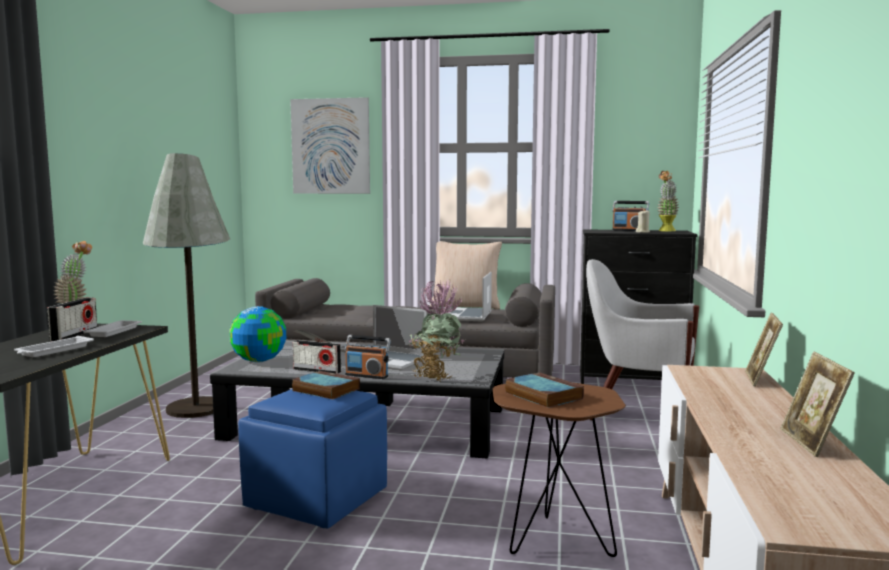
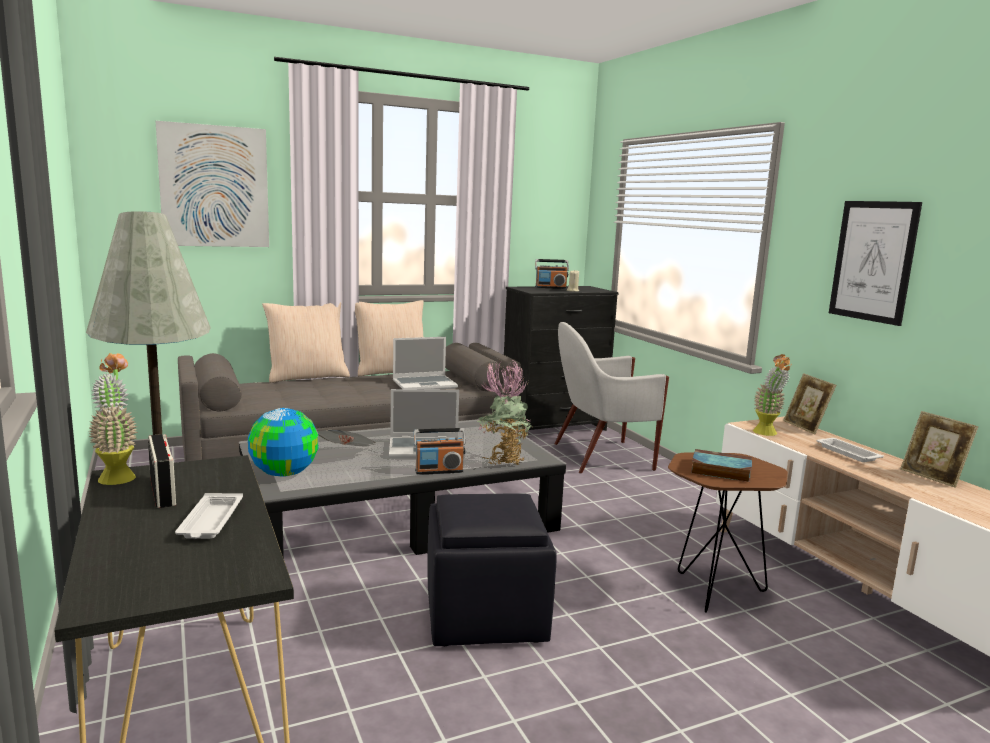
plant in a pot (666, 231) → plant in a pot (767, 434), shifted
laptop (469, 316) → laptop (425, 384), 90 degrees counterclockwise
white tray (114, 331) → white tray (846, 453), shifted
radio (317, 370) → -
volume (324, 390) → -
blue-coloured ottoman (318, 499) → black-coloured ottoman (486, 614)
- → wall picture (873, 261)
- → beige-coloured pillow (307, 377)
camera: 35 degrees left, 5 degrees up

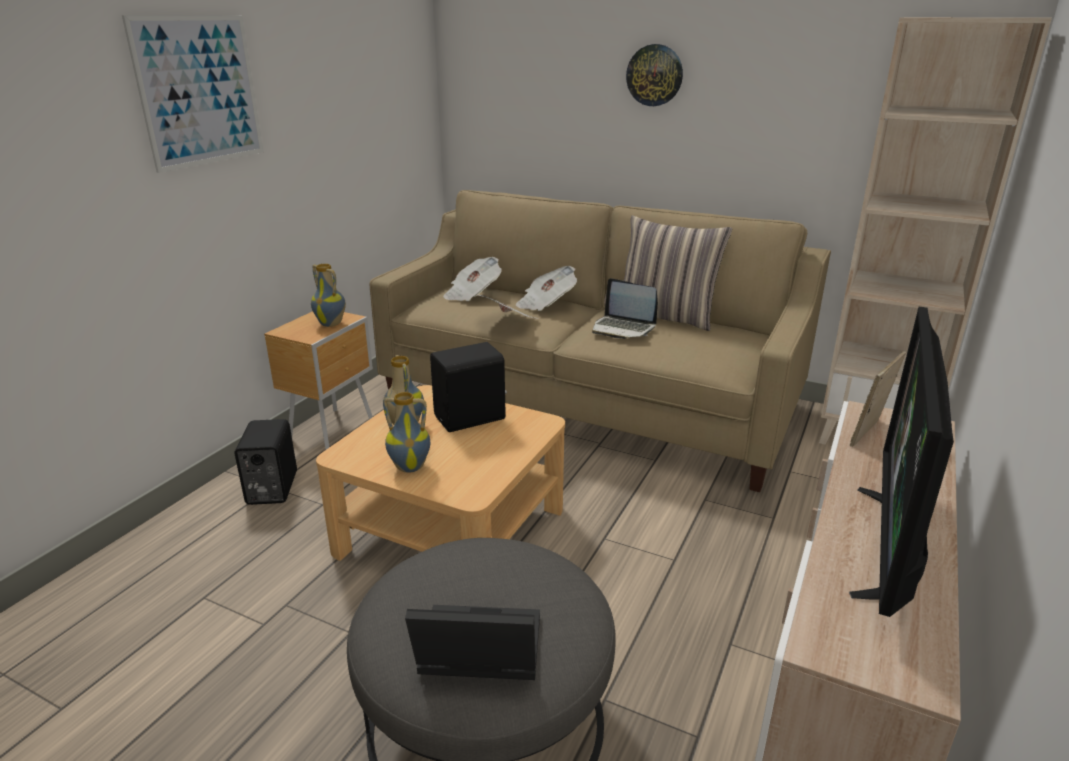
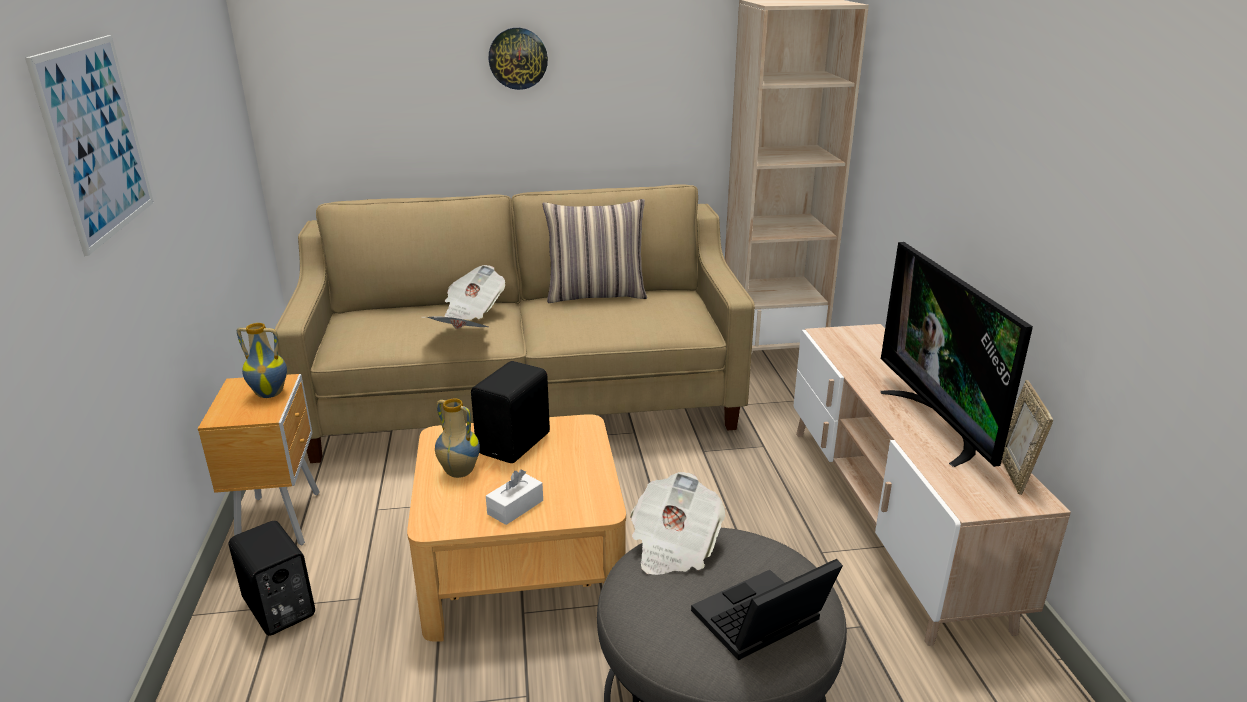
printed paper (472, 294) → printed paper (673, 546), shifted
laptop (623, 328) → -
photo frame (869, 434) → photo frame (1014, 472), shifted
flower vase (410, 466) → white box of tissues (515, 507)
camera: 35 degrees left, 0 degrees up

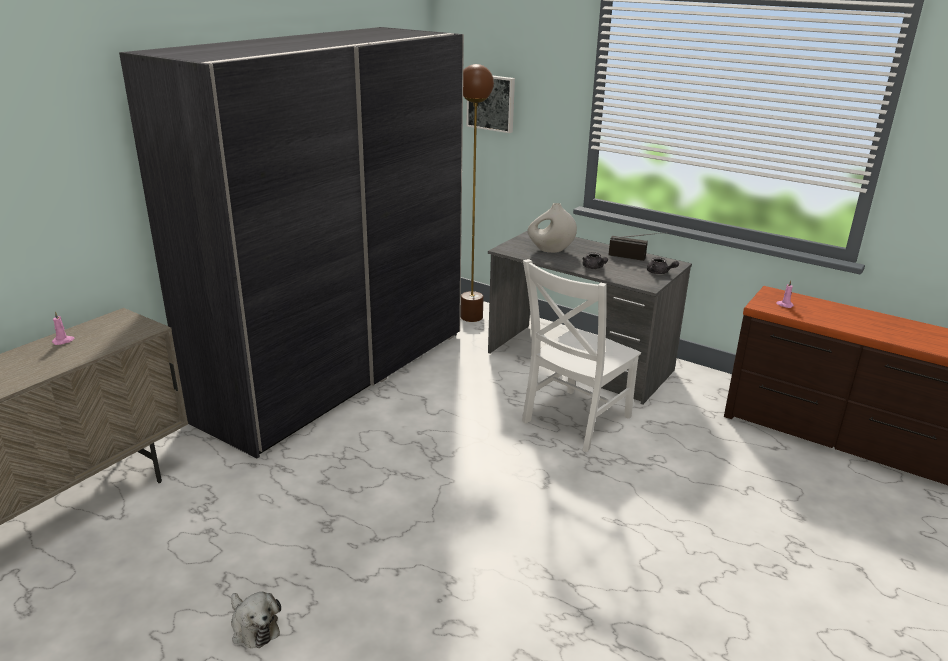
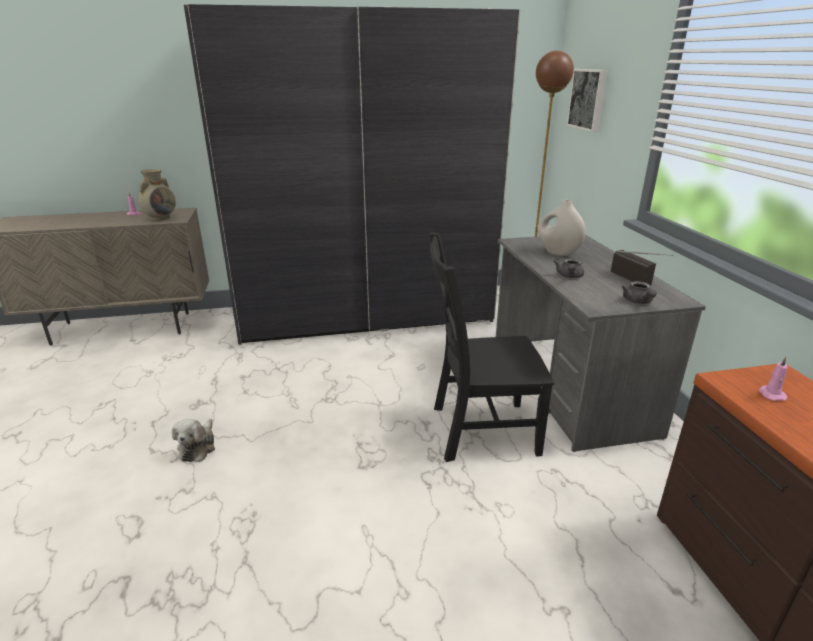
white upright chair (574, 421) → black-coloured upright chair (479, 430)
plush toy (253, 627) → plush toy (198, 447), shifted
- → beige-coloured flower vase (161, 218)
camera: 45 degrees right, 0 degrees up

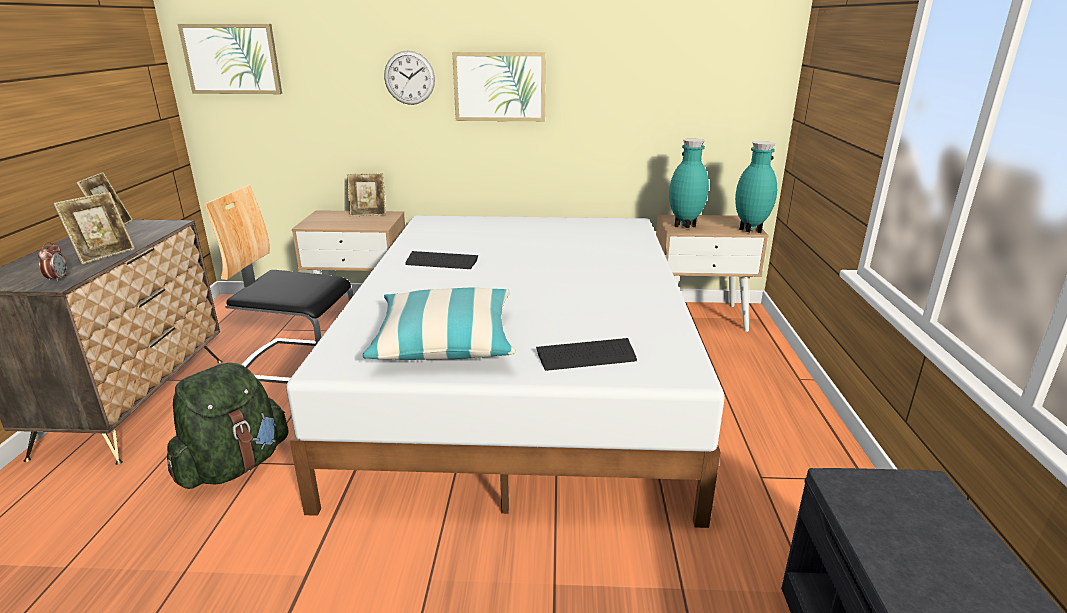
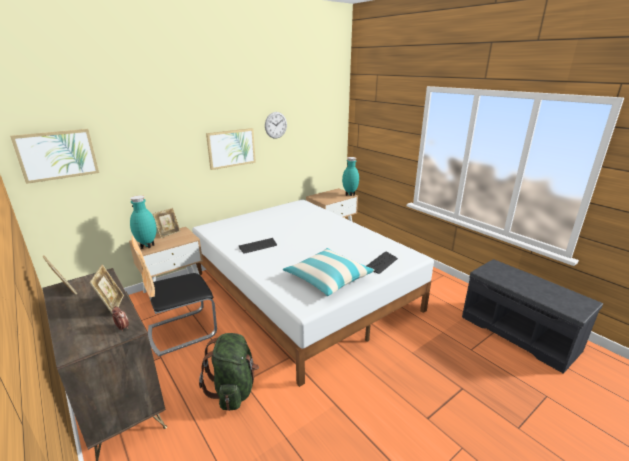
hanging clock (409, 78) → hanging clock (276, 125), shifted
blue-green flower vase (685, 227) → blue-green flower vase (147, 247), shifted
camera: 40 degrees left, 0 degrees up

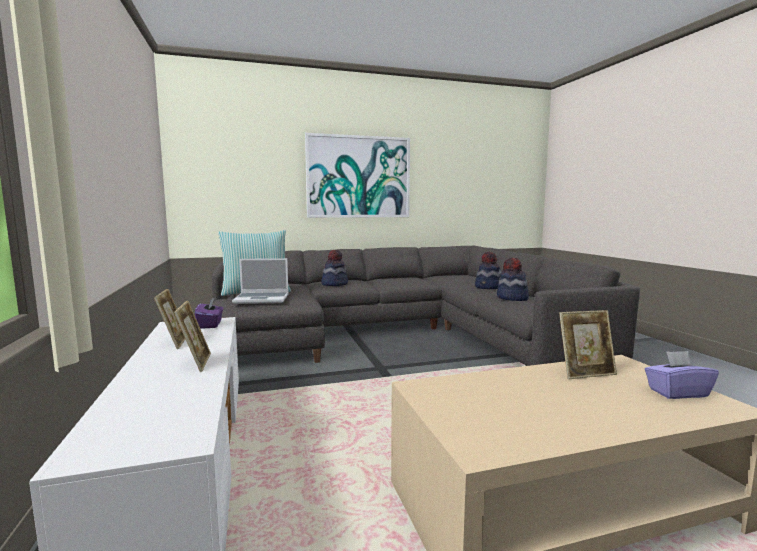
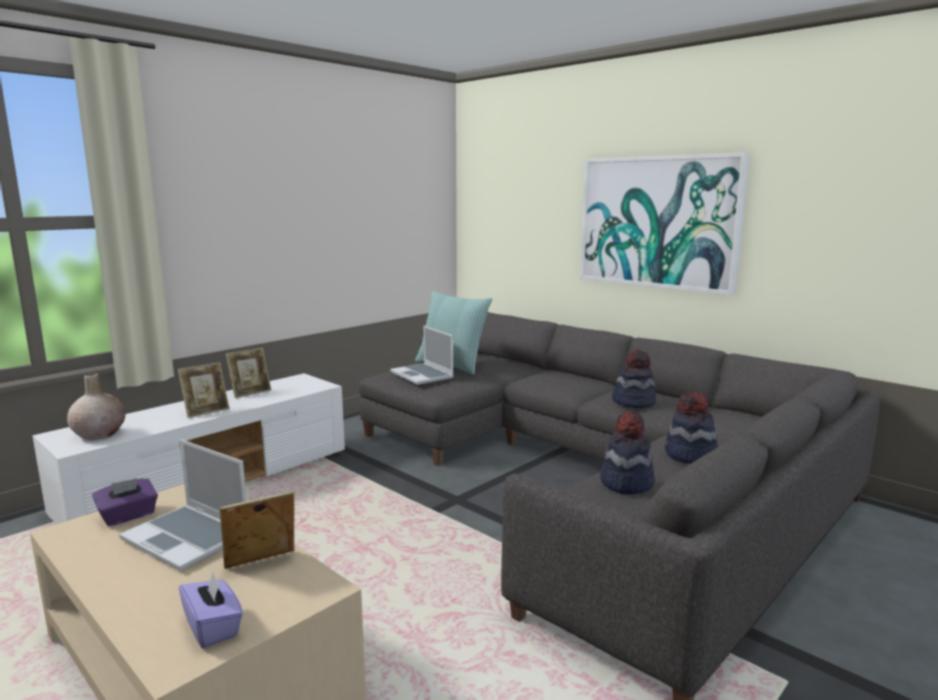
wearable hat (334, 284) → wearable hat (633, 402), shifted
purplish box of tissues (210, 325) → purplish box of tissues (128, 516), shifted
photo frame (585, 373) → photo frame (261, 565), 105 degrees clockwise
- → beige-coloured flower vase (99, 434)
- → laptop (188, 538)
camera: 60 degrees right, 5 degrees up

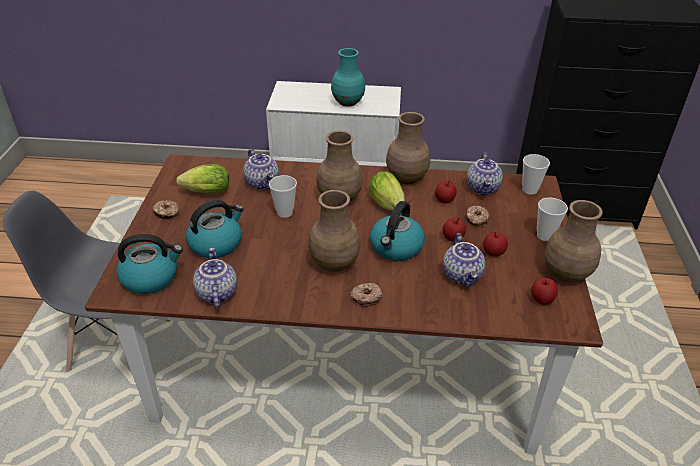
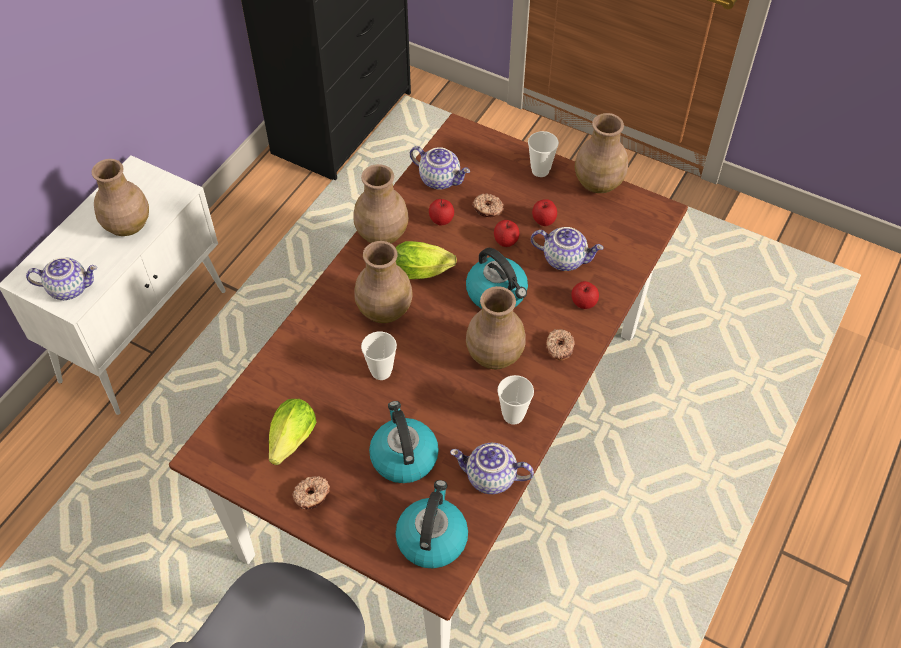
blue-green flower vase (347, 102) → brownish flower vase (127, 226)
tea pot (263, 183) → tea pot (70, 288), shifted
small cup (529, 190) → small cup (513, 415), shifted
apple fruit (542, 299) → apple fruit (583, 302), shifted
camera: 65 degrees left, 15 degrees up

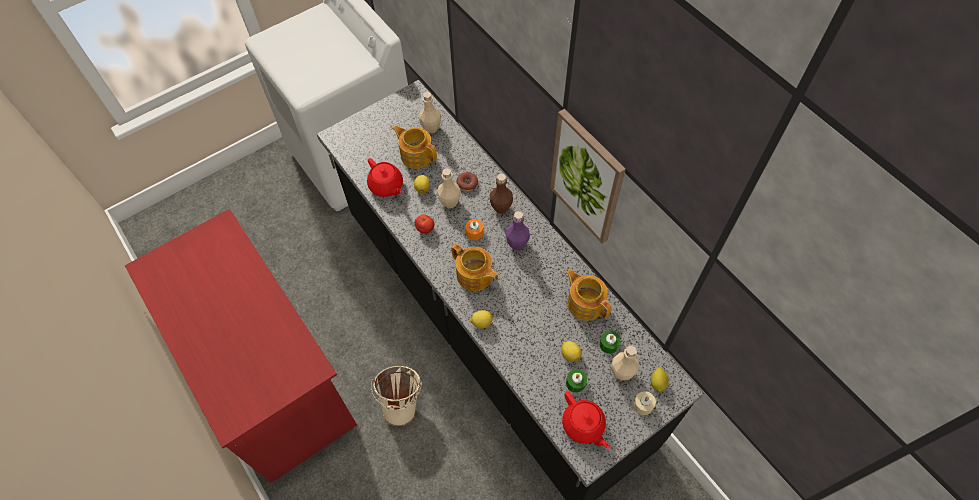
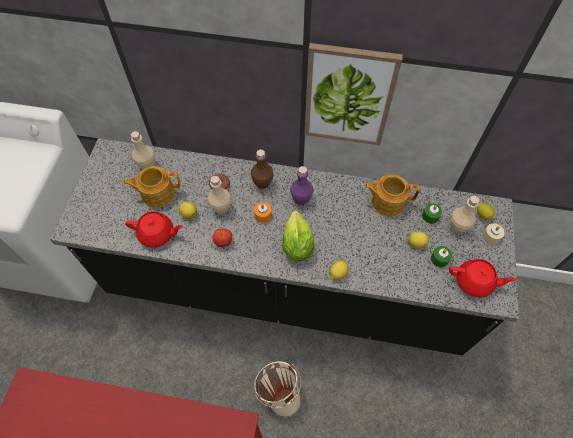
tea pot (475, 276) → lettuce head (297, 245)
camera: 45 degrees left, 0 degrees up

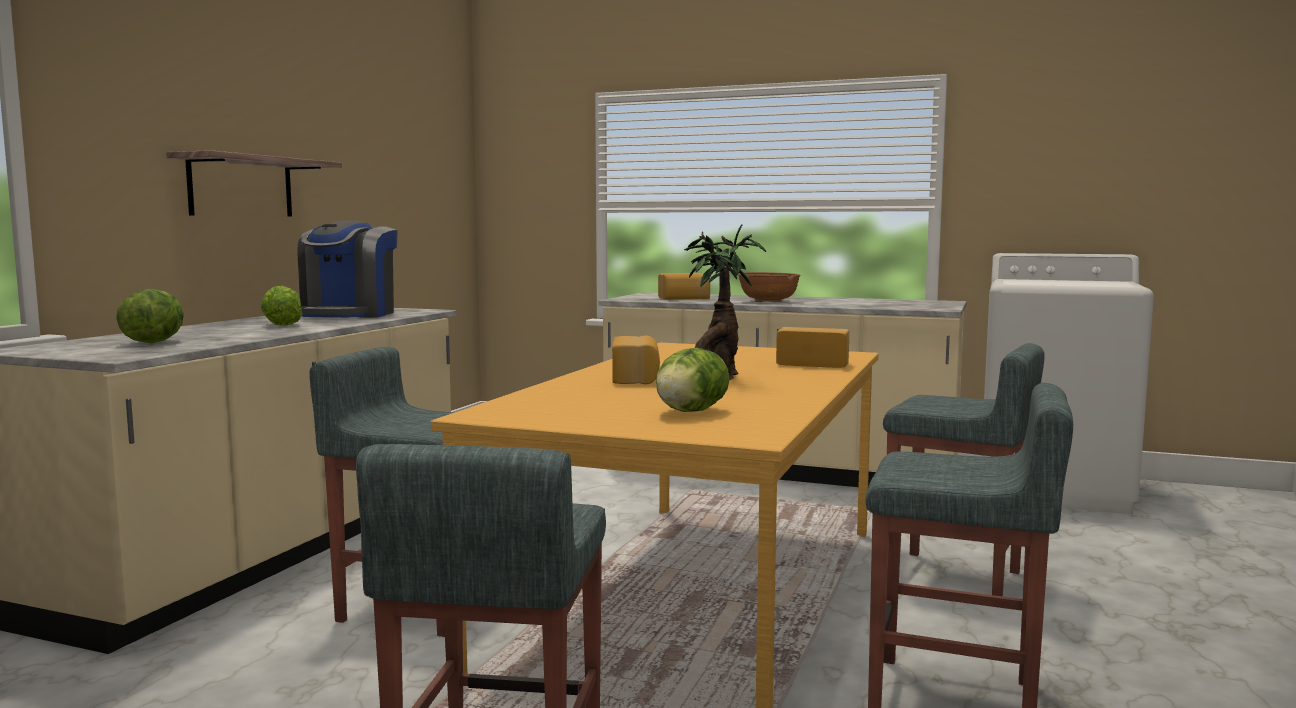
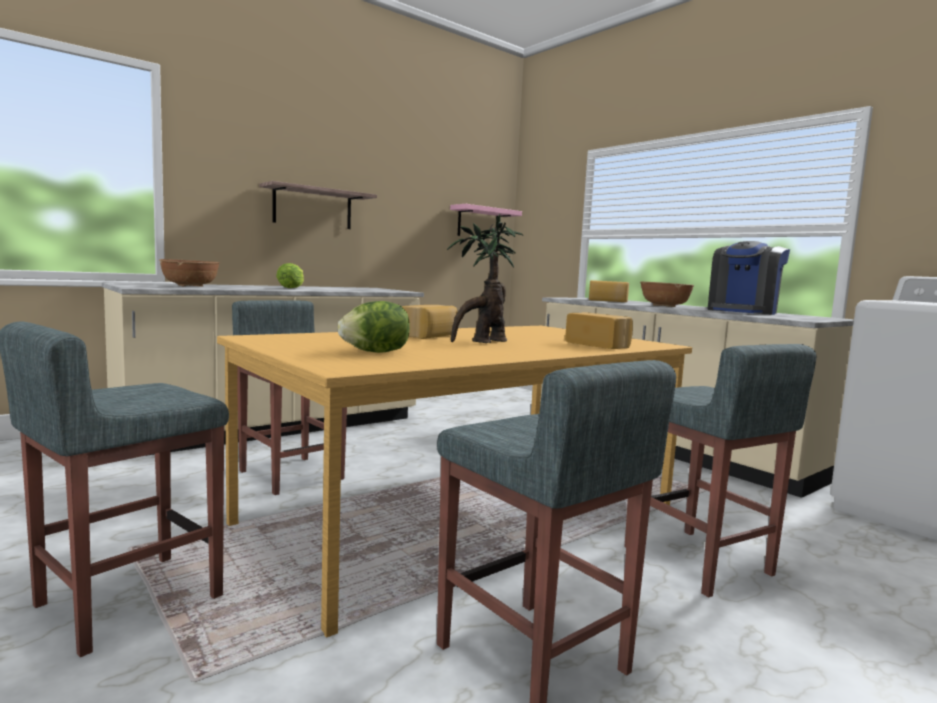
coffee brewer (349, 314) → coffee brewer (743, 311), shifted
lettuce head (154, 342) → brownish deep dish (190, 286)
- → pinkish shelf (478, 223)
camera: 30 degrees right, 0 degrees up

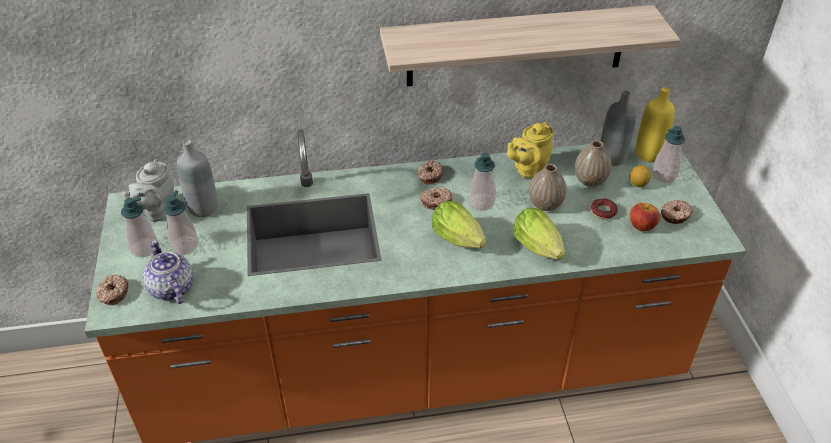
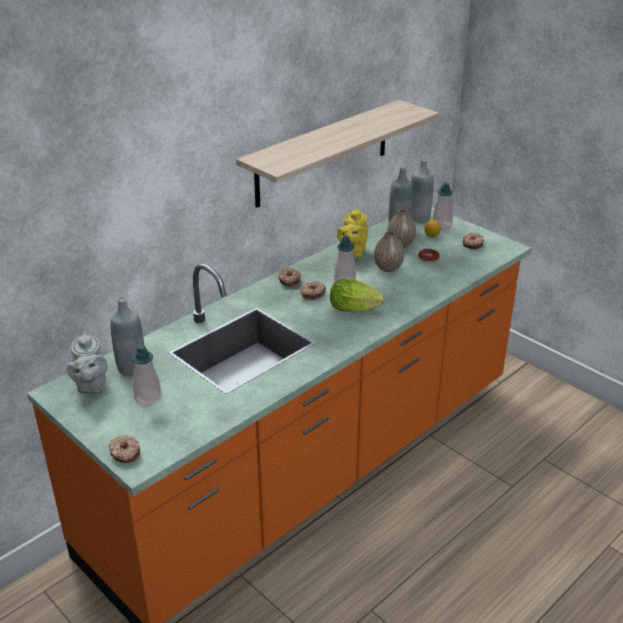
yellowish beverage bottle (648, 154) → greyish beverage bottle (419, 217)
soap dispenser (144, 248) → -
apple fruit (641, 226) → -
lettuce head (539, 249) → -
tea pot (171, 289) → -
camera: 35 degrees left, 10 degrees down

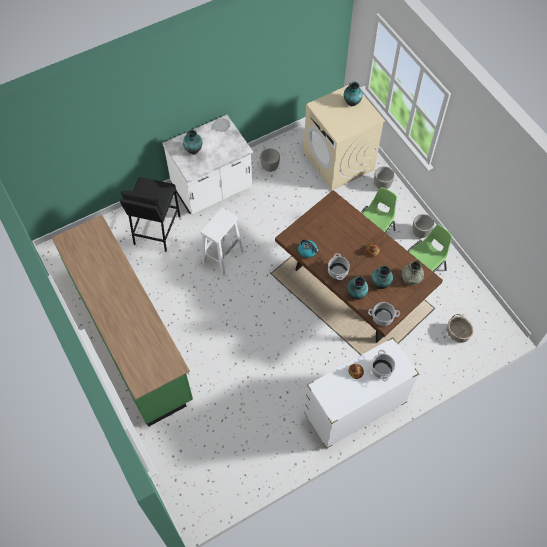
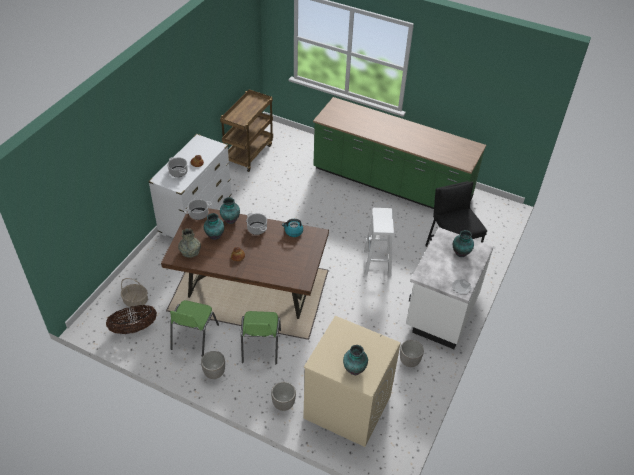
- → brownish trolley (248, 153)
- → storage basket (134, 328)
camera: 145 degrees right, 15 degrees down

